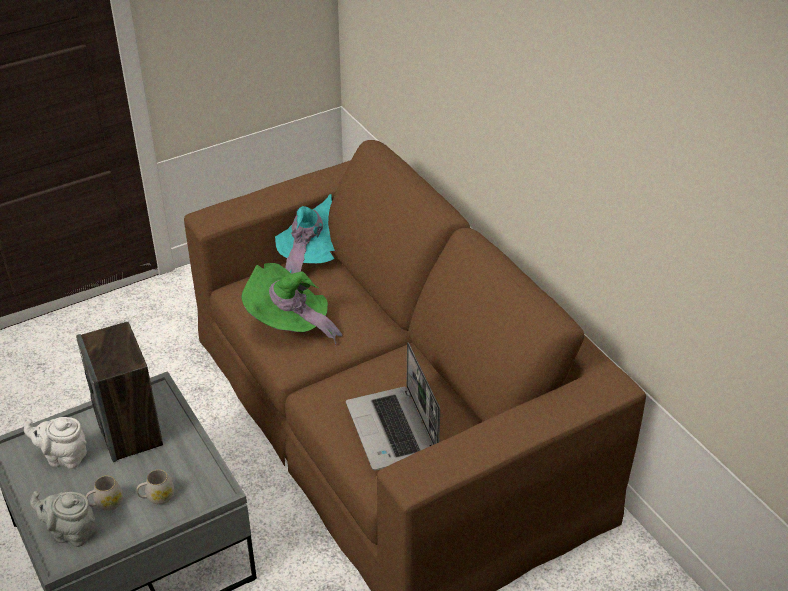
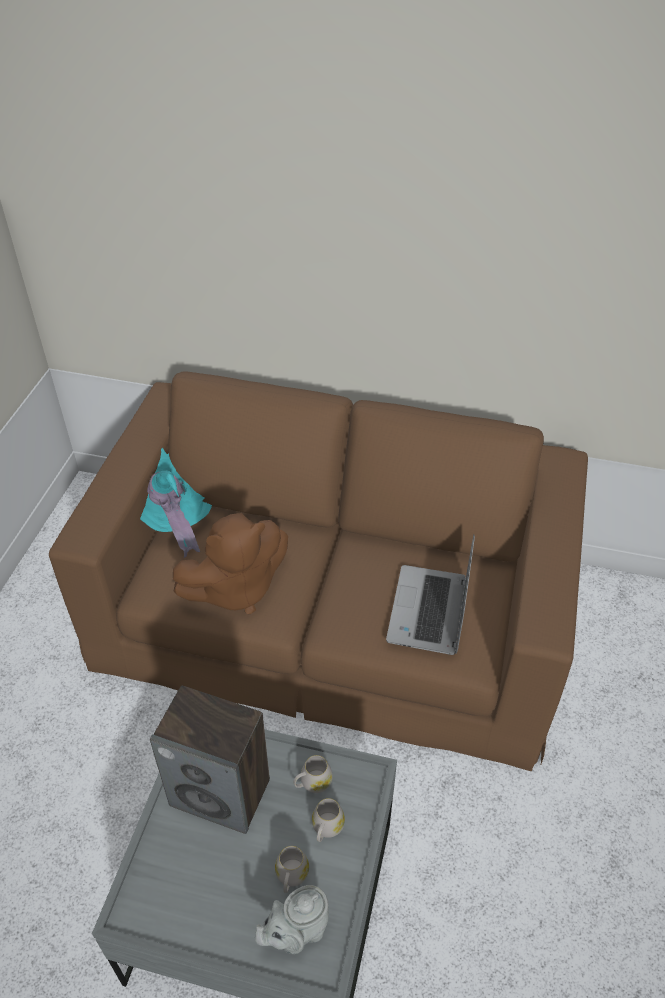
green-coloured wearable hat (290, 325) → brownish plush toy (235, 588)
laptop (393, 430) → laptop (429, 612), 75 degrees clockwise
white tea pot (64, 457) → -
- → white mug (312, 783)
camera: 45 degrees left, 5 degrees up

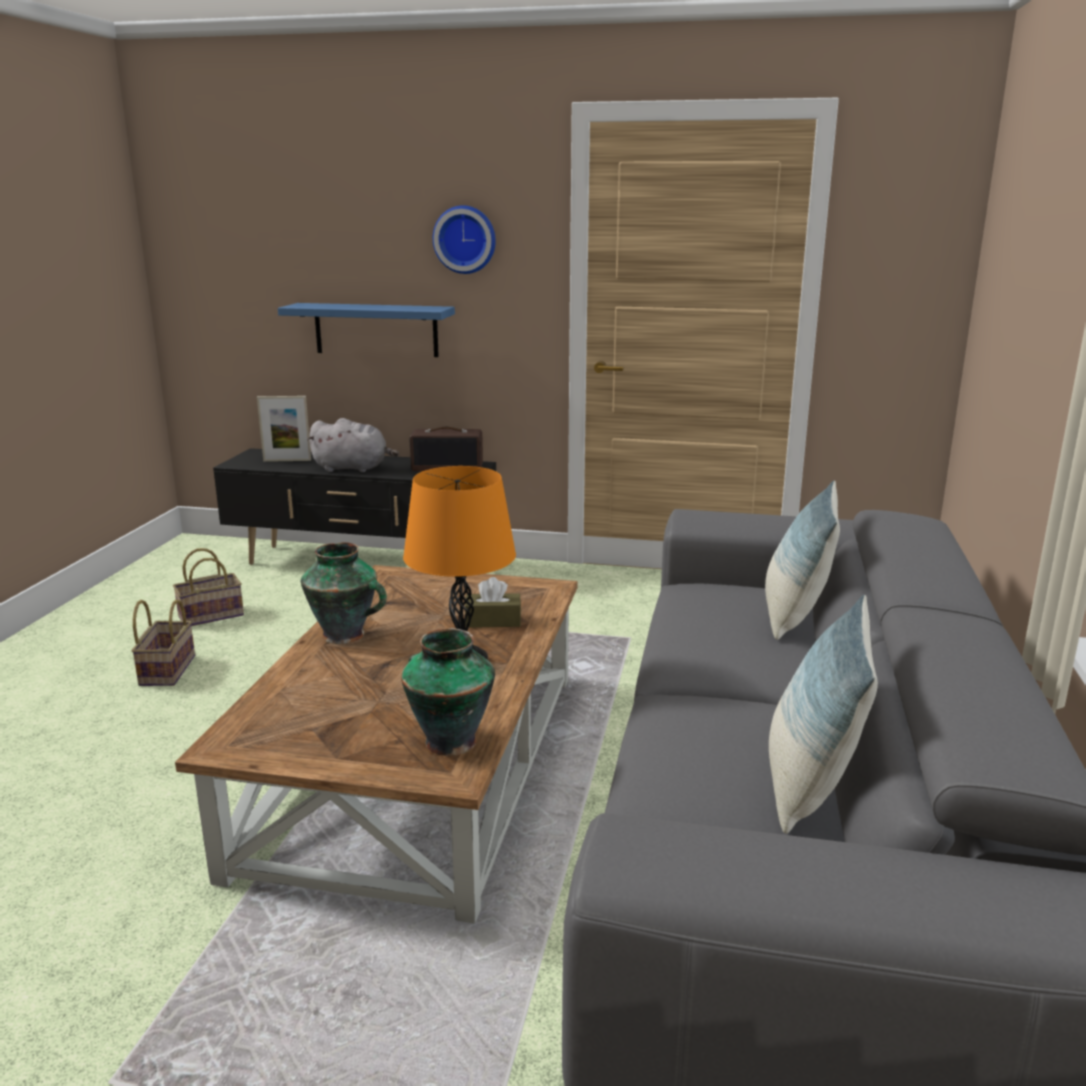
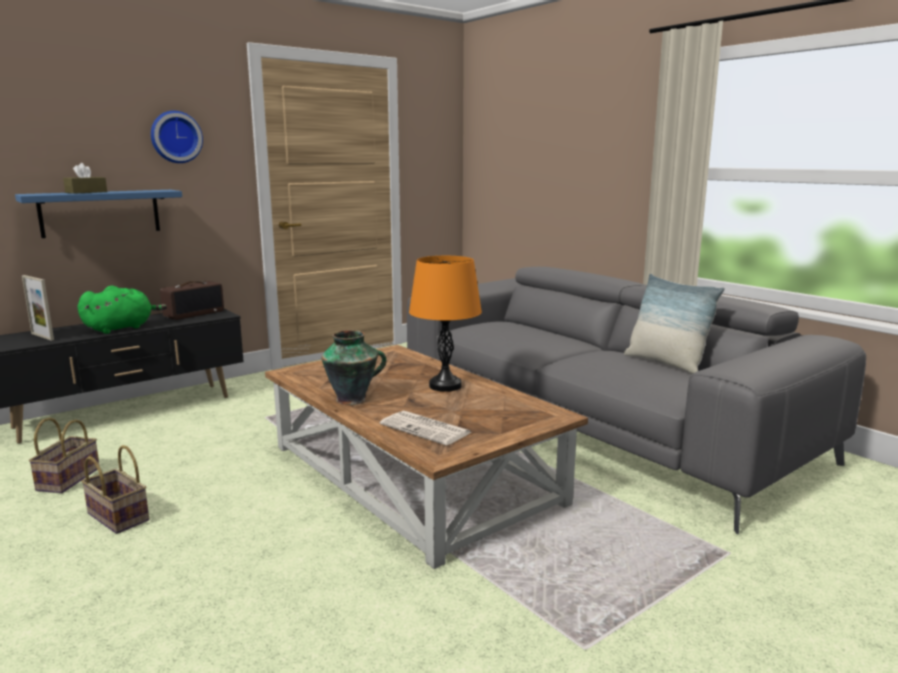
photo frame (287, 460) → photo frame (42, 336), 90 degrees clockwise
greyish plush toy (353, 468) → green-coloured plush toy (121, 328)
pillow (795, 616) → -
brownish box of tissues (493, 621) → brownish box of tissues (86, 192), shifted
flower vase (448, 741) → -
- → printed paper (427, 429)
camera: 50 degrees left, 5 degrees down

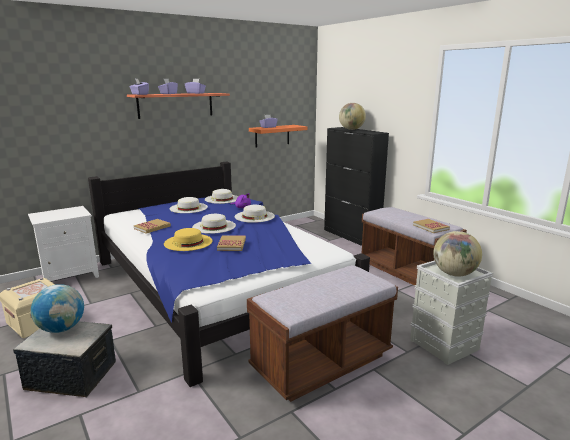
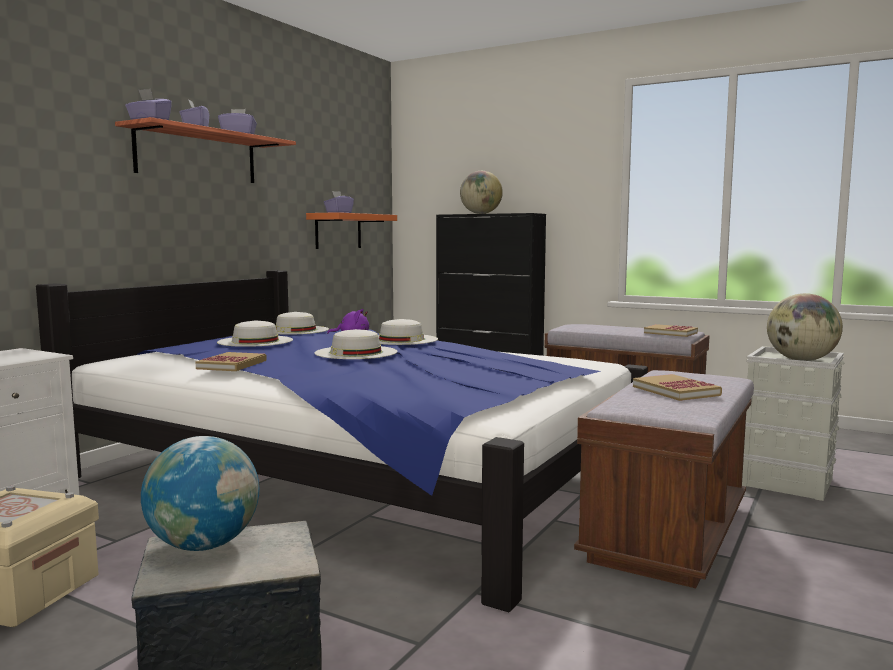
yellowish wearable hat (188, 242) → -
volume (231, 244) → volume (675, 391), shifted
camera: 25 degrees left, 10 degrees down

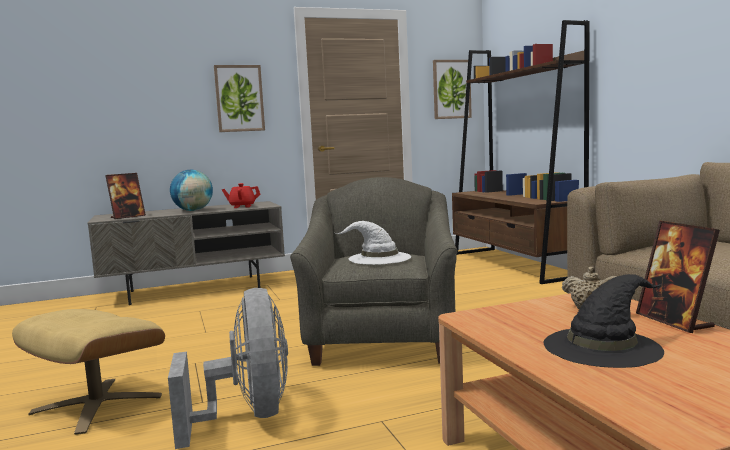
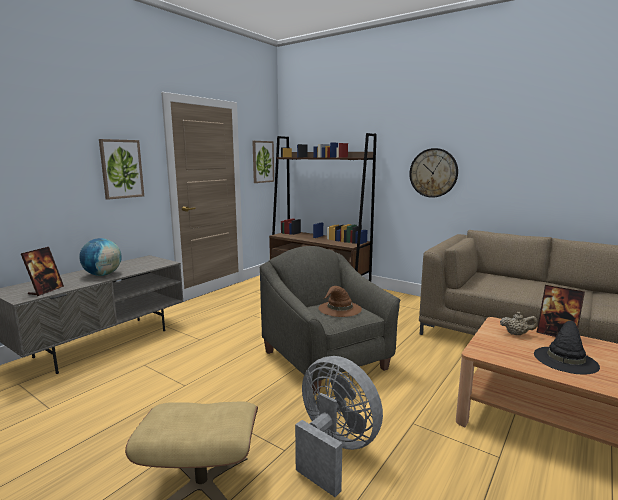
red tea pot (242, 207) → -
white wearable hat (378, 258) → brownish wearable hat (339, 309)
- → hanging clock (433, 173)
camera: 35 degrees left, 5 degrees up

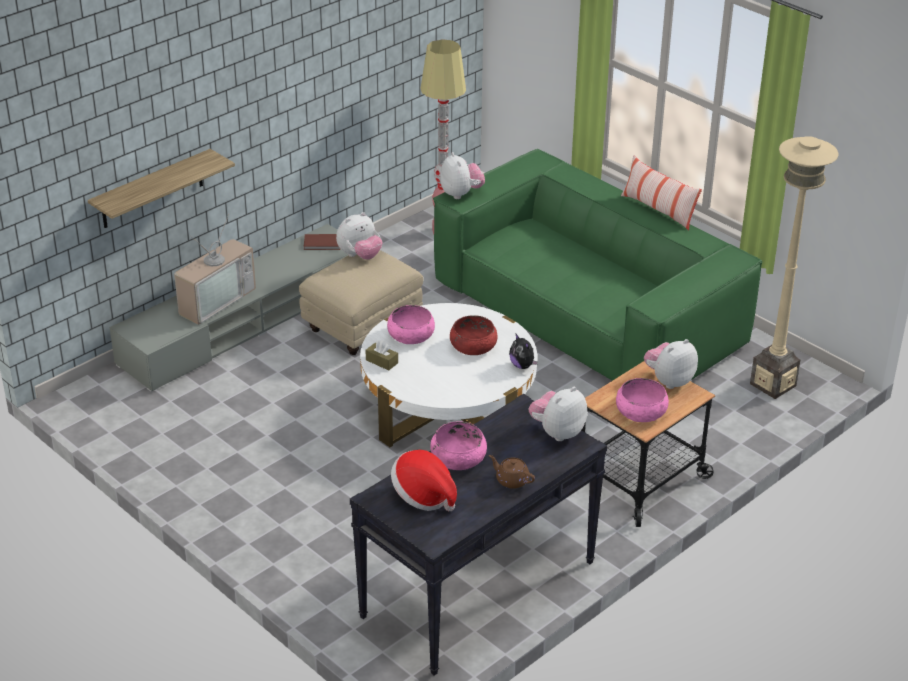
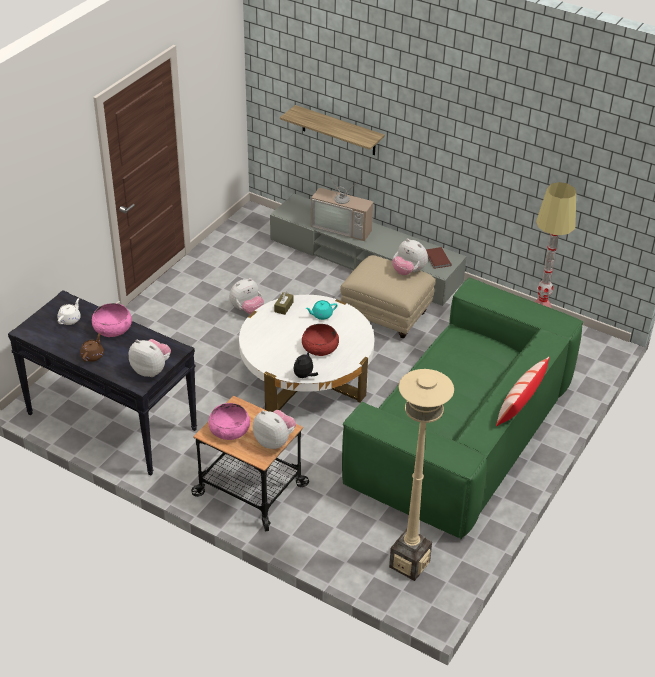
plush toy (461, 194) → plush toy (247, 309), shifted
pinkish deep dish (411, 335) → blue-green tea pot (321, 315)
wearable hat (423, 495) → white tea pot (70, 319)
camera: 75 degrees right, 5 degrees up

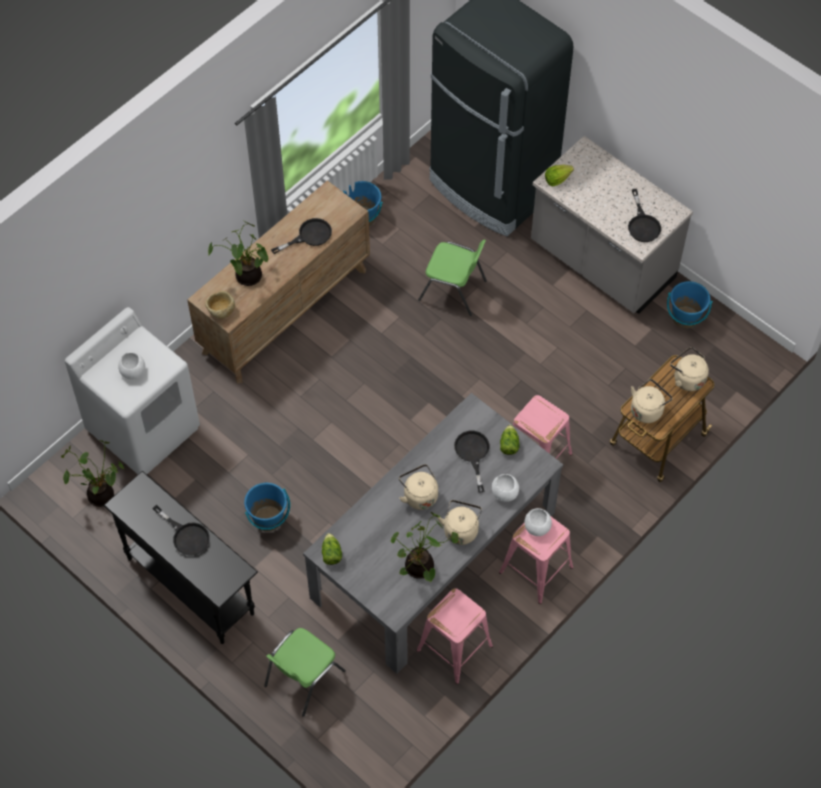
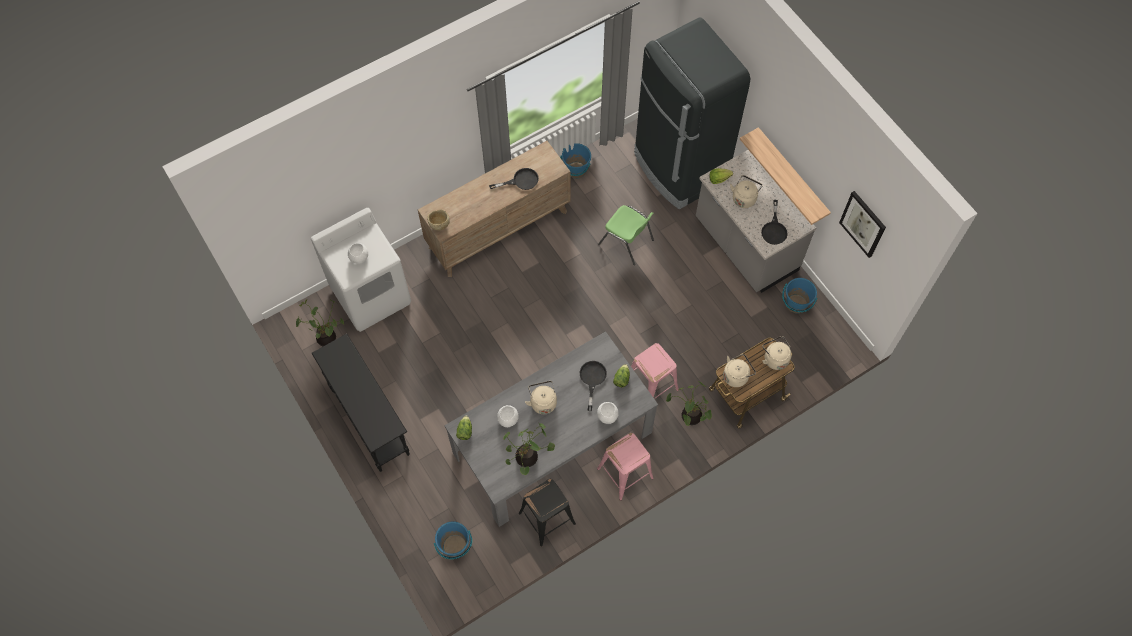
plant in a pot (246, 277) → plant in a pot (689, 416), shifted
blue-coloured pail (268, 519) → blue-coloured pail (454, 546), shifted
beige-coloured kettle (461, 529) → beige-coloured kettle (744, 198), shifted
black-coloured skillet (186, 535) → -
white deep dish (537, 527) → white deep dish (507, 419), shifted
pinkish stool (455, 648) → black-coloured stool (547, 518)
green-coloured upright chair (303, 678) → -
- → shelf (792, 175)
- → wall picture (863, 224)
camera: 15 degrees right, 5 degrees up

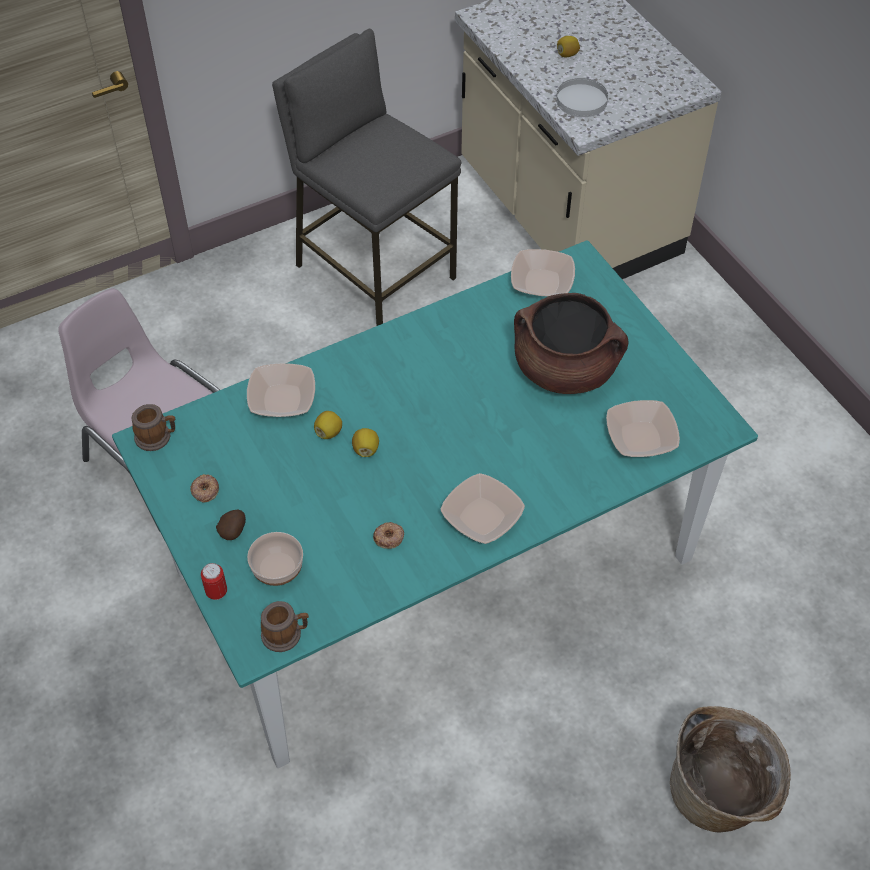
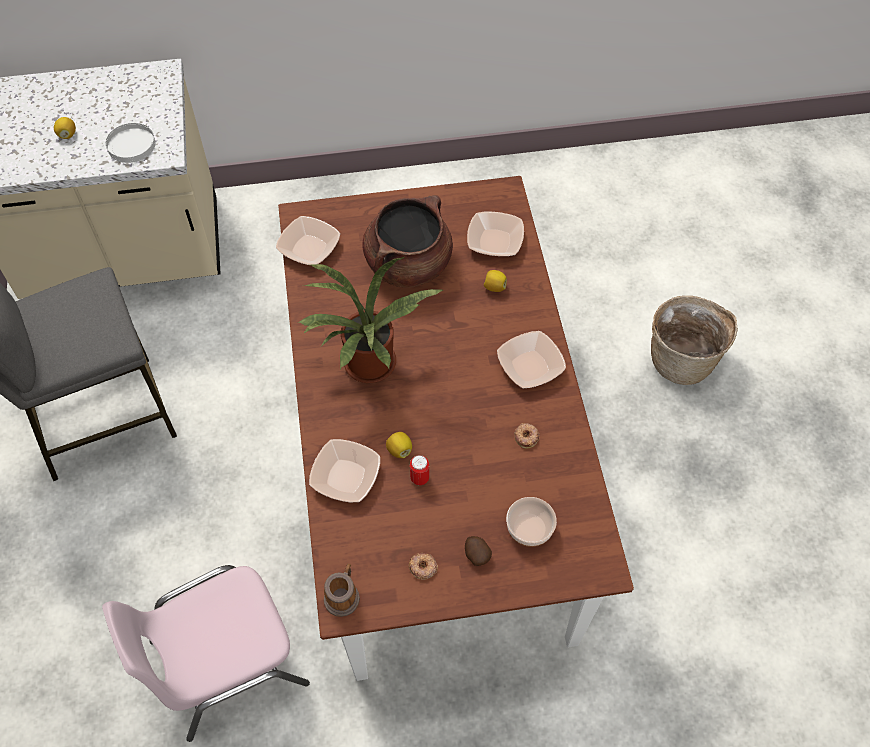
blue-green kitchen table (435, 563) → brownish kitchen table (433, 470)
whole lemon (366, 449) → whole lemon (494, 287), shifted
metal can (216, 592) → metal can (419, 478), shifted
mug (286, 634) → -
- → plant in a pot (369, 368)
camera: 70 degrees left, 5 degrees up

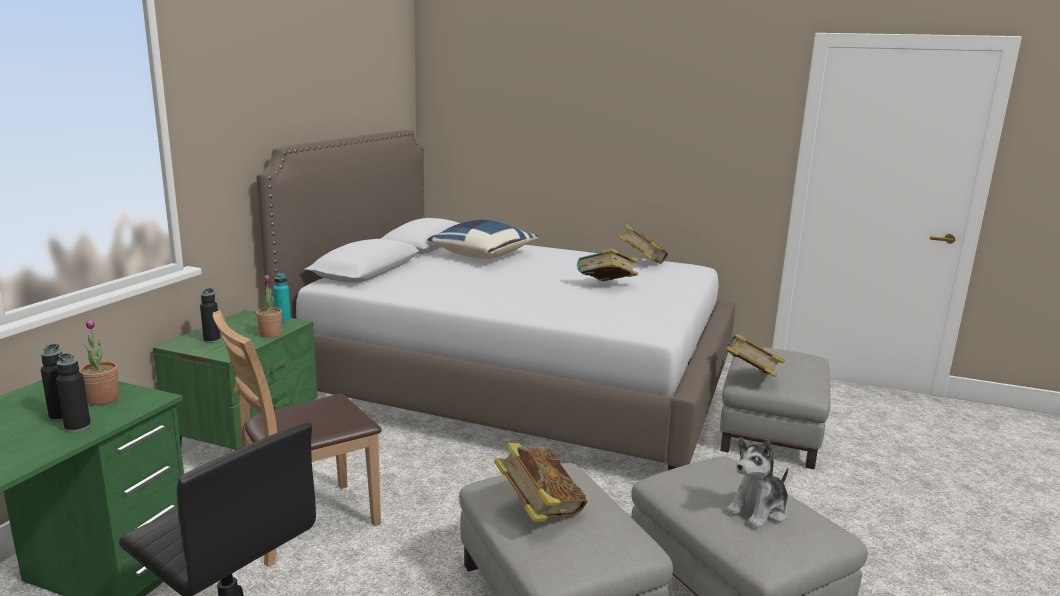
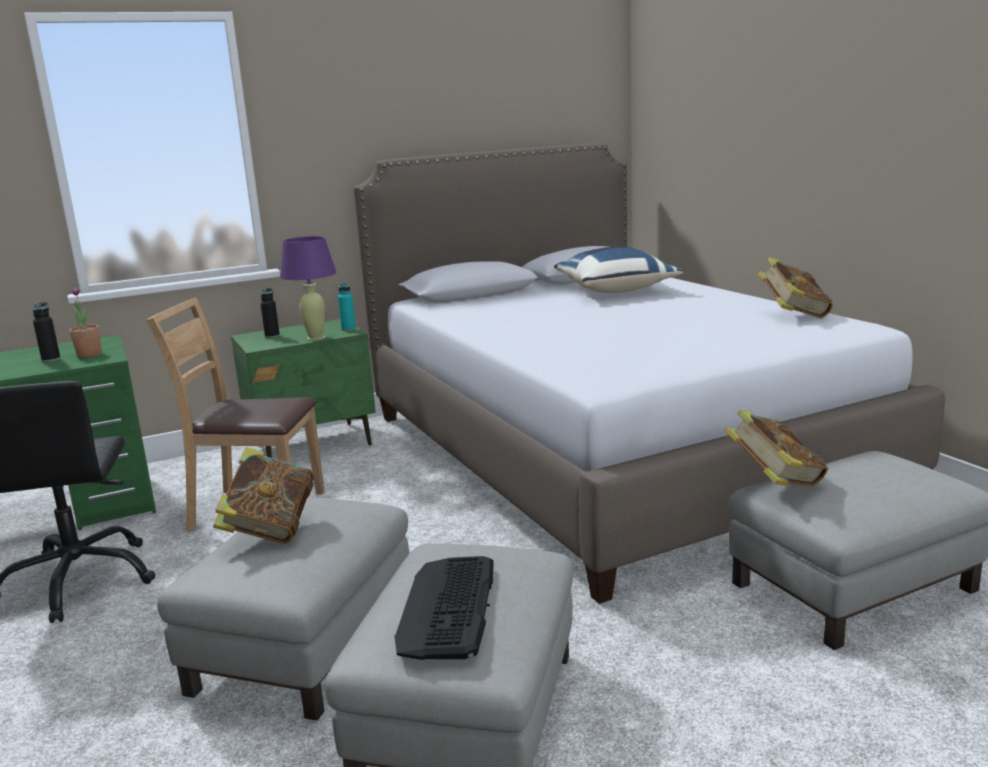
volume (606, 287) → -
plant in a pot (270, 334) → purplish lamp for a table (316, 338)
black-coloured beverage bottle (77, 427) → -
plush toy (758, 510) → PC keyboard (448, 607)
camera: 45 degrees right, 0 degrees up

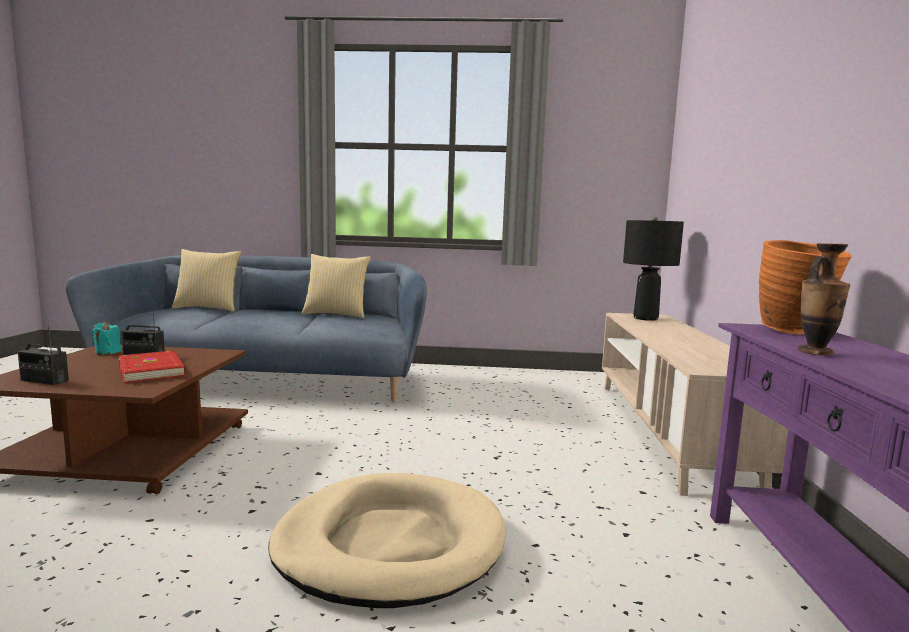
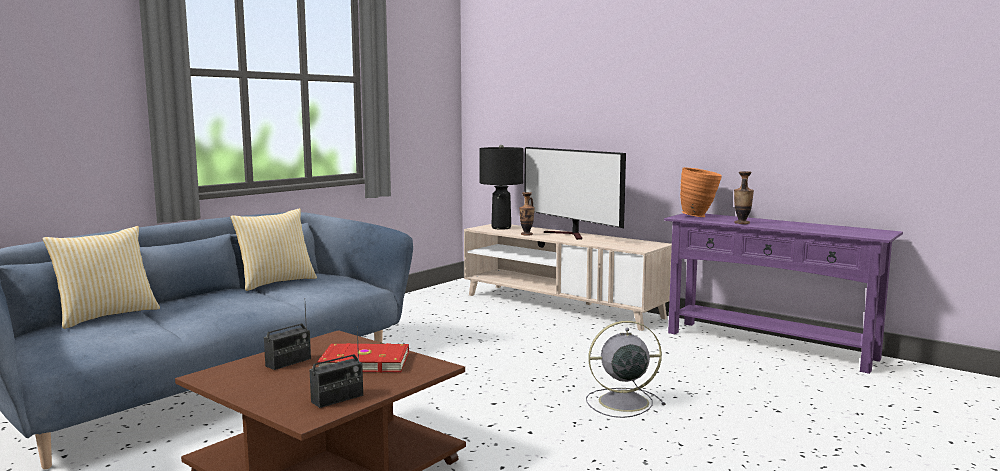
blue-green candle (107, 352) → -
beige-coloured pet bed (390, 544) → greyish electric fan (621, 402)
- → TV set (570, 235)
- → flower vase (526, 234)
camera: 55 degrees left, 0 degrees up

